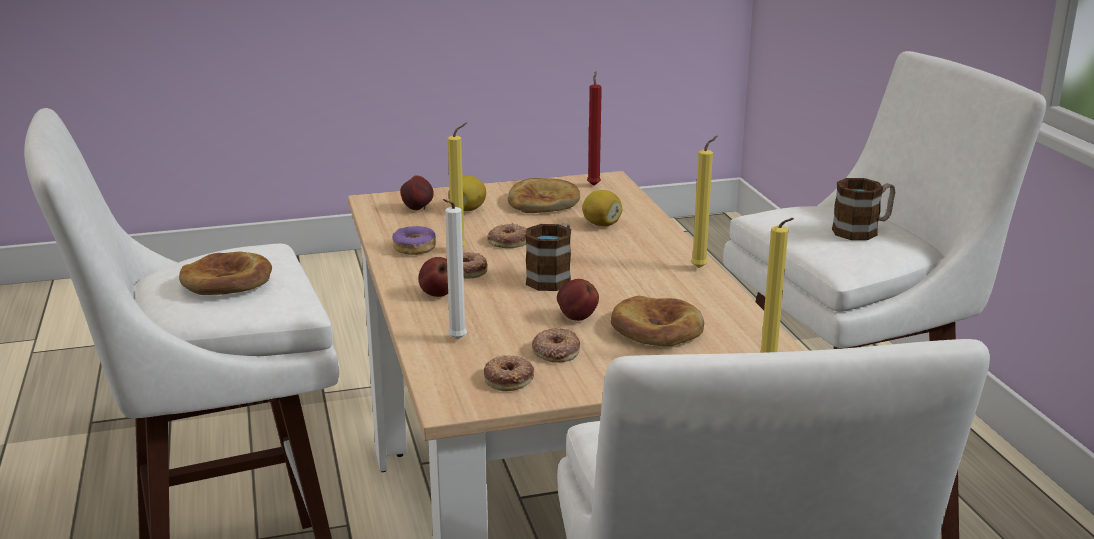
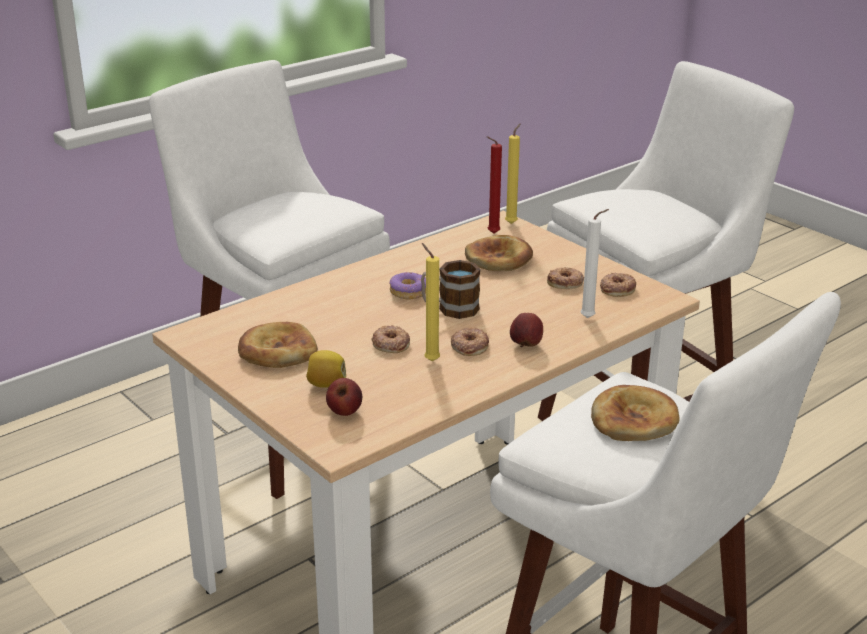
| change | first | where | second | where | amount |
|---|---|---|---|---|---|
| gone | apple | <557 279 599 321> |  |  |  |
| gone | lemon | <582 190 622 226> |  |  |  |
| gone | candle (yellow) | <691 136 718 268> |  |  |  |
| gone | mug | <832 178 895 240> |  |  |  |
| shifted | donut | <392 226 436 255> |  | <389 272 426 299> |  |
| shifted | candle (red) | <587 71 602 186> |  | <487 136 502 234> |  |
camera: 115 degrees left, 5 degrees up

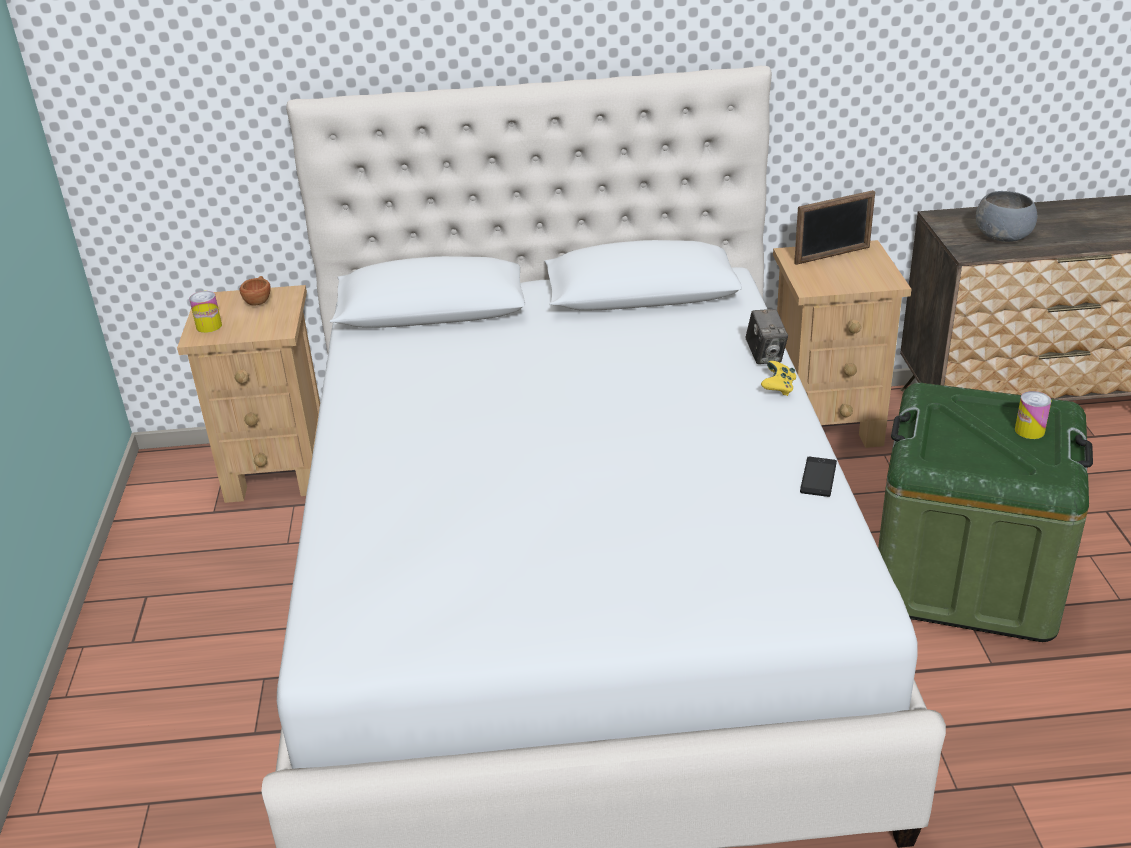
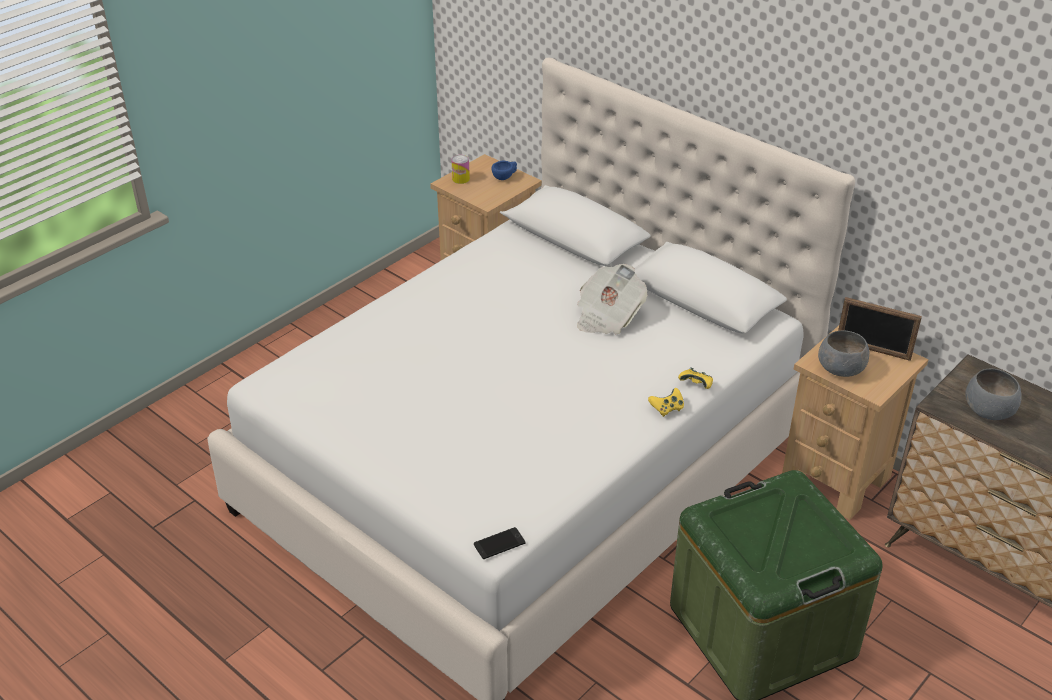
| change | first | where | second | where | amount |
|---|---|---|---|---|---|
| gone | can | <1015 391 1051 439> |  |  |  |
| new |  |  | newspaper | <577 264 647 335> |  |
| new |  |  | bowl (grey) | <818 330 869 377> |  |
| shifted | phone | <800 457 837 497> |  | <474 527 526 559> |  |
| swapped | photo camera | <745 309 788 364> | game controller (yellow) | <678 367 713 389> |  |
| repainted | cup (brown) | <240 276 270 306> | cup (blue) | <492 161 517 180> |  |
camera: 45 degrees right, 5 degrees up

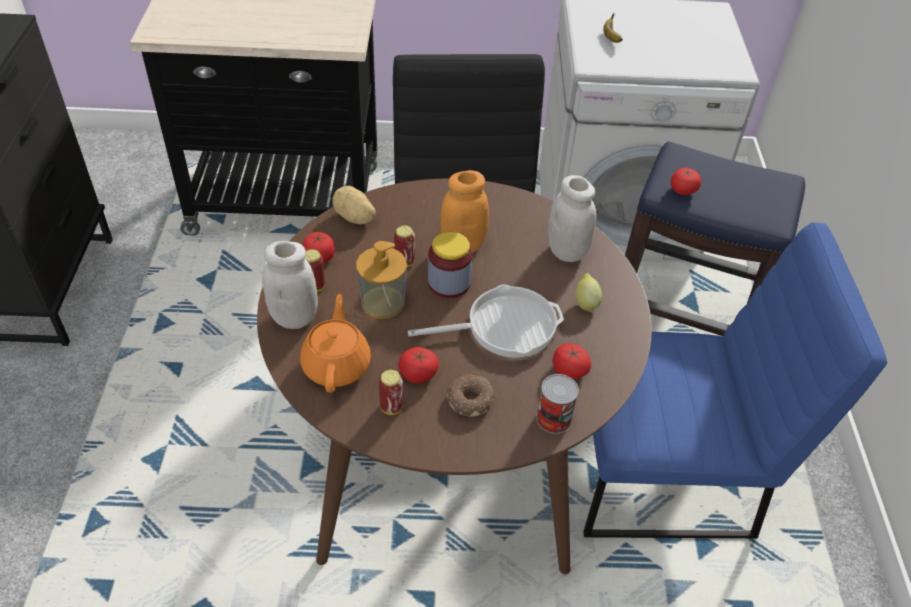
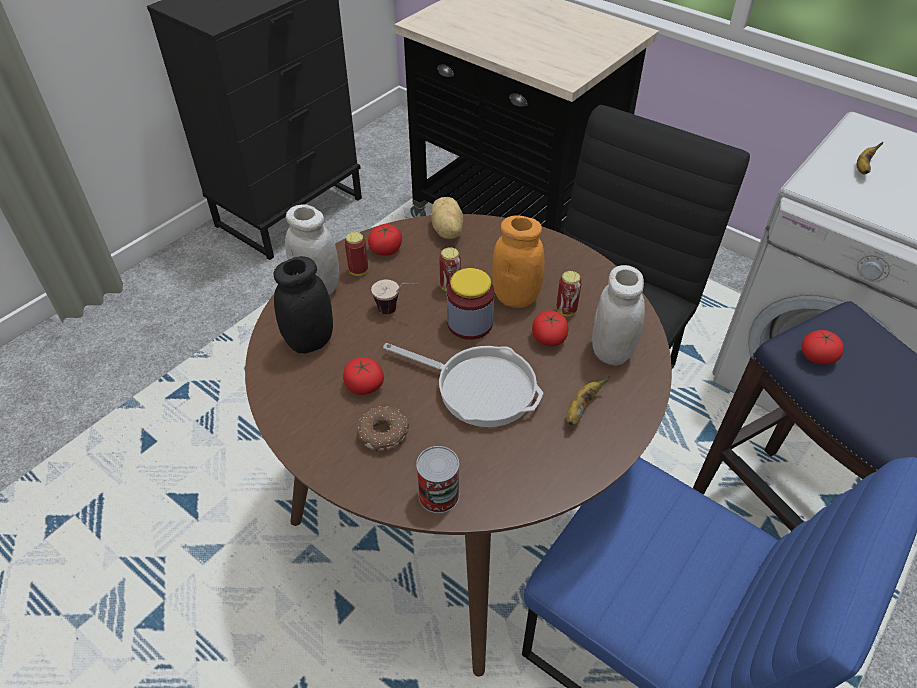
| change | first | where | second | where | amount |
|---|---|---|---|---|---|
| shifted | can | <379 370 403 415> |  | <556 271 582 316> |  |
| shifted | tomato | <553 343 591 379> |  | <532 310 568 346> |  |
| swapped | teapot (orange) | <300 294 371 393> | jar (black) | <273 256 333 353> |  |
| swapped | soap dispenser | <356 241 407 319> | cup | <371 280 419 314> |  |
| swapped | lemon | <575 273 602 313> | banana | <567 376 610 425> |  |
camera: 40 degrees right, 0 degrees up

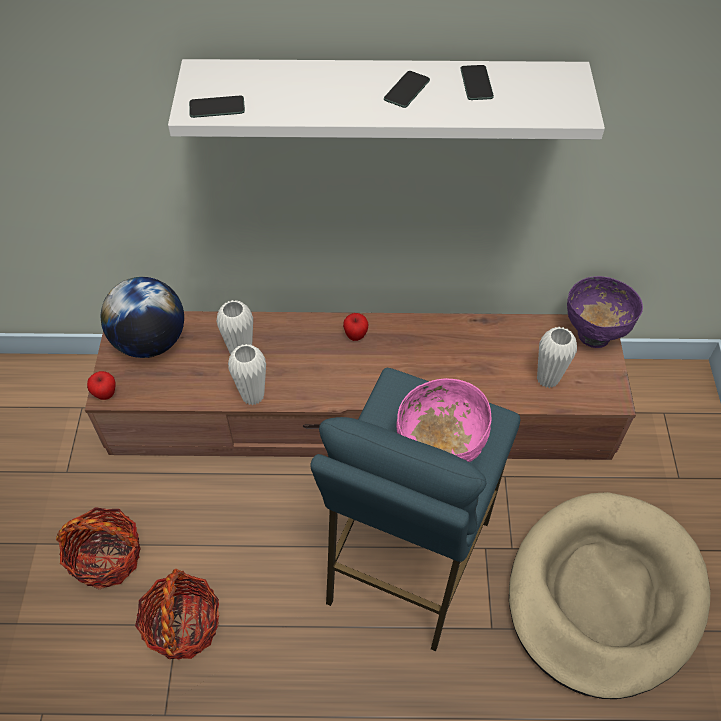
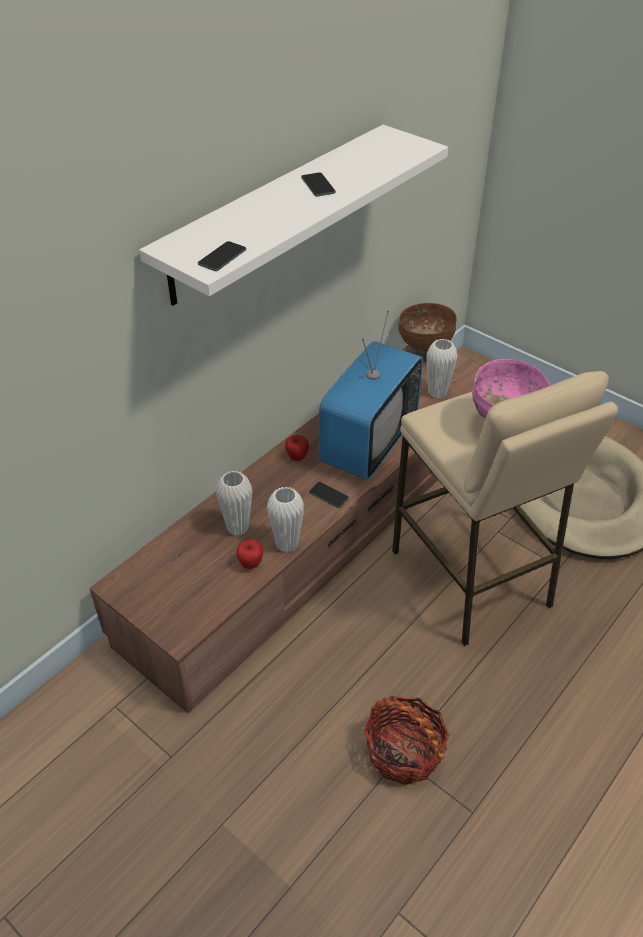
| change | first | where | second | where | amount |
|---|---|---|---|---|---|
| gone | basket | <56 507 141 589> |  |  |  |
| gone | globe | <101 277 184 358> |  |  |  |
| new |  |  | television | <319 311 423 480> |  |
| shifted | apple | <87 371 115 400> |  | <236 539 263 569> |  |
| shifted | phone | <460 65 494 100> |  | <309 482 349 508> |  |
| repainted | stool (blue) | <310 368 520 651> | stool (beige) | <392 371 618 647> |  |
| repainted | bowl (purple) | <567 276 643 348> | bowl (brown) | <398 303 457 361> |  |
camera: 50 degrees left, 10 degrees down

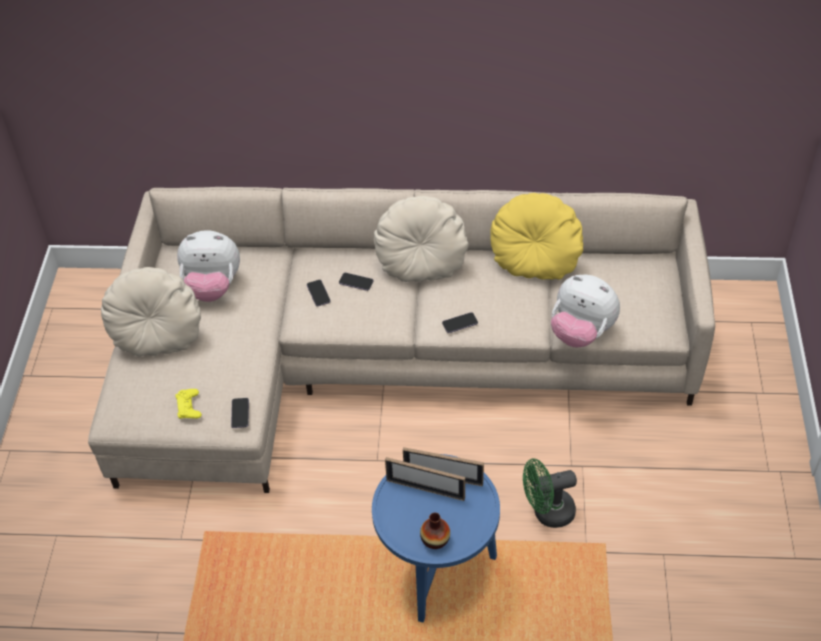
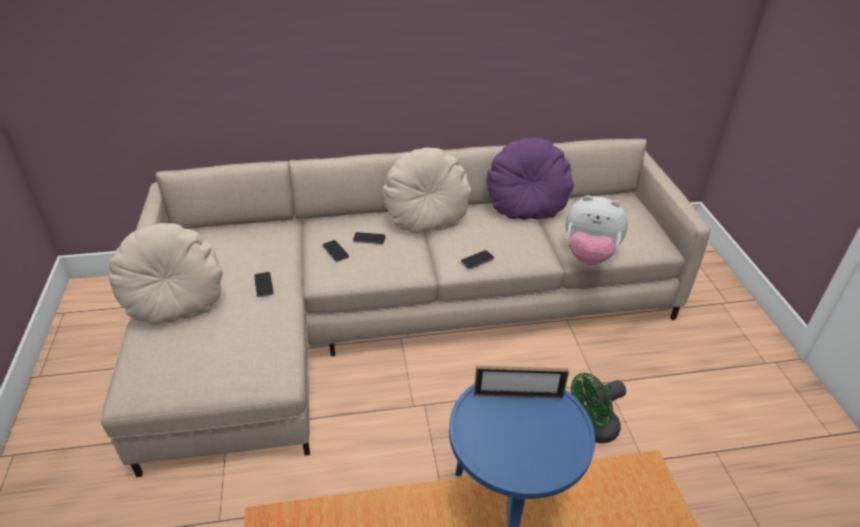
| change | first | where | second | where | amount |
|---|---|---|---|---|---|
| gone | game controller (yellow) | <175 389 202 419> |  |  |  |
| gone | plush toy | <177 230 240 302> |  |  |  |
| gone | picture frame | <385 457 465 501> |  |  |  |
| gone | vase | <420 513 450 549> |  |  |  |
| shifted | phone | <231 398 249 428> |  | <254 272 274 297> |  |
| repainted | pillow (yellow) | <490 193 583 280> | pillow (purple) | <487 138 574 220> |  |
camera: 15 degrees left, 10 degrees down

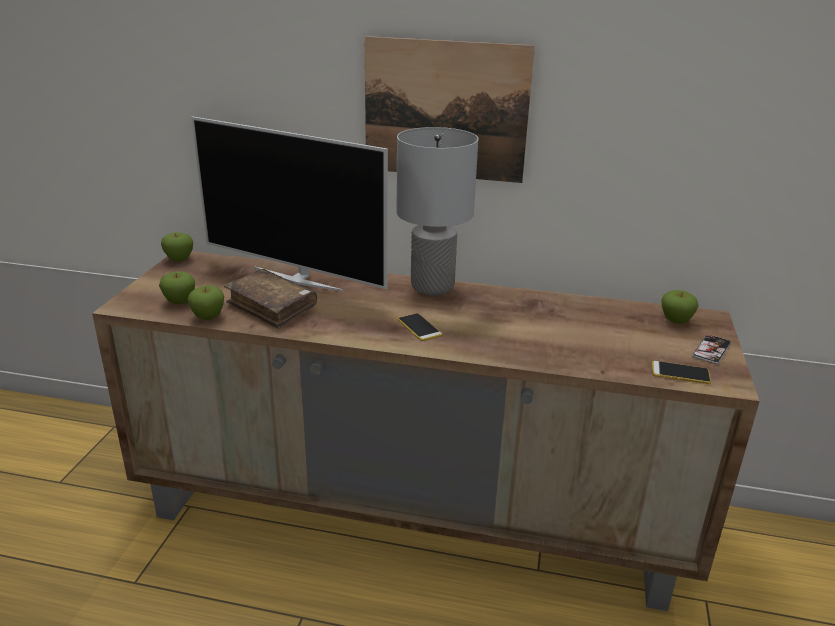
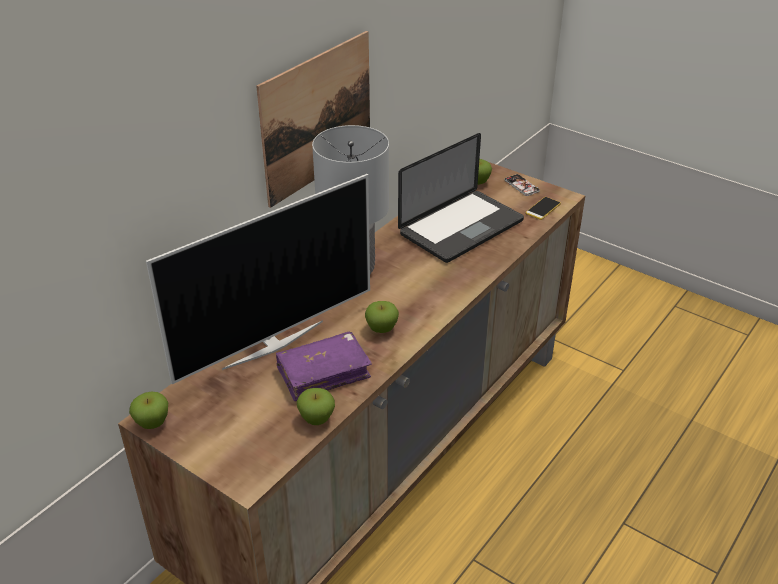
| change | first | where | second | where | amount |
|---|---|---|---|---|---|
| gone | phone | <398 313 442 341> |  |  |  |
| new |  |  | laptop | <398 133 524 263> |  |
| shifted | apple | <159 271 195 304> |  | <365 301 399 333> |  |
| repainted | book (brown) | <224 269 317 329> | book (purple) | <276 331 372 402> |  |
camera: 65 degrees left, 10 degrees up

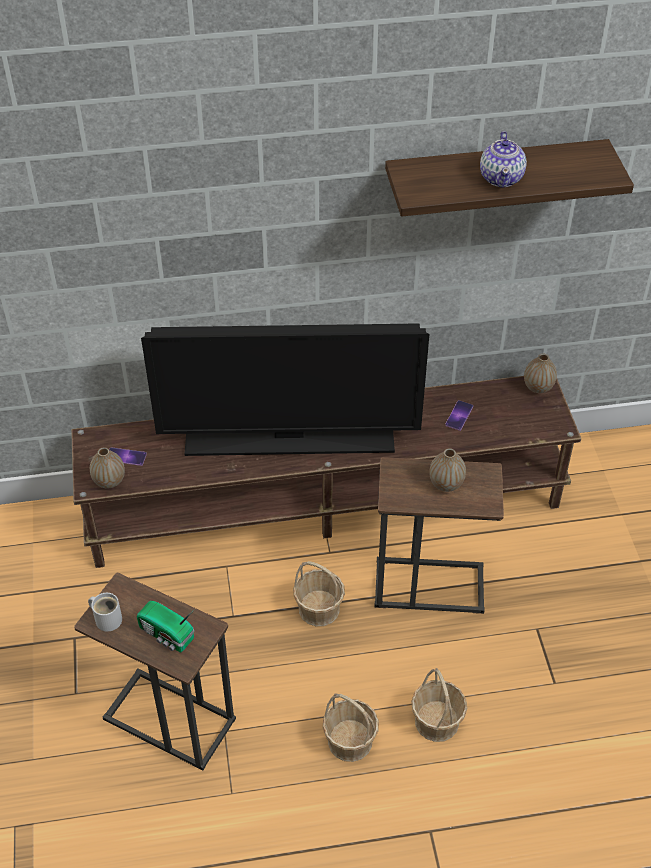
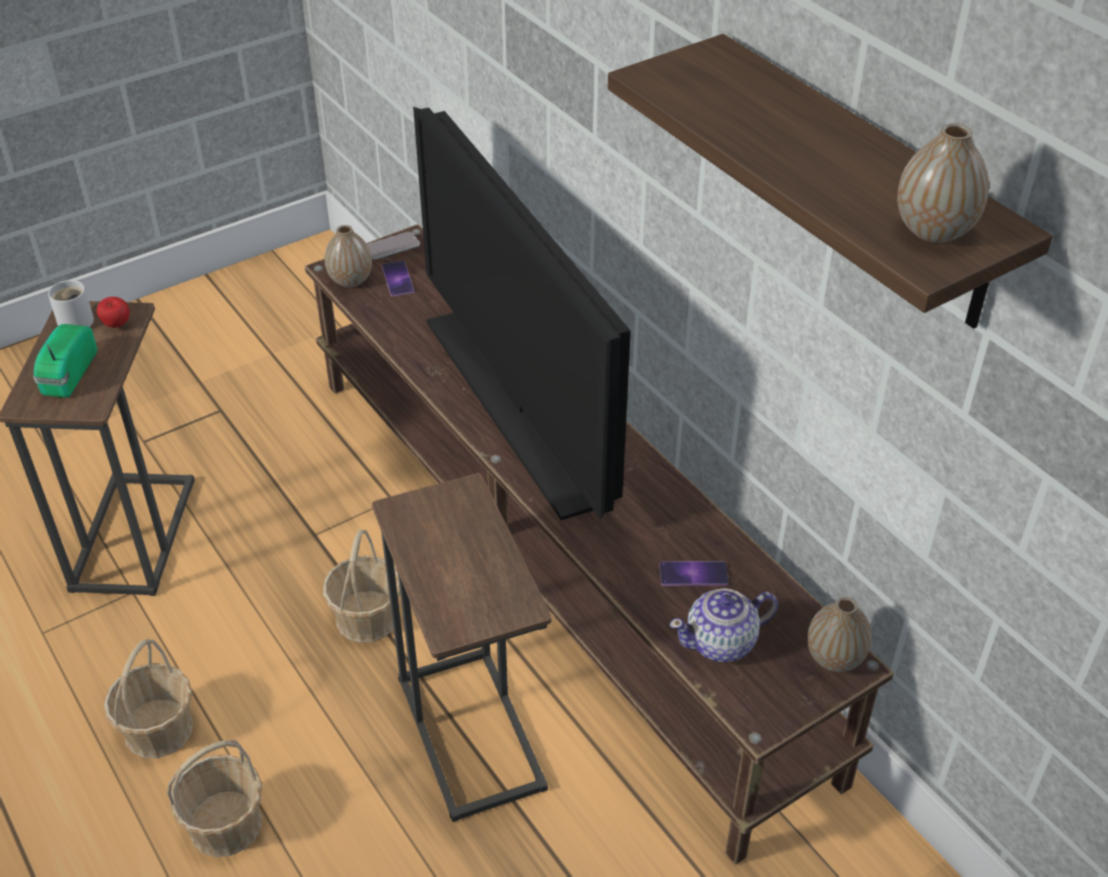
| change | first | where | second | where | amount |
|---|---|---|---|---|---|
| new |  |  | apple | <97 297 130 328> |  |
| new |  |  | phone | <367 232 420 259> |  |
| shifted | vase | <429 448 466 492> |  | <897 123 989 243> |  |
| shifted | teapot | <480 131 527 188> |  | <669 588 778 662> |  |
camera: 65 degrees right, 5 degrees down

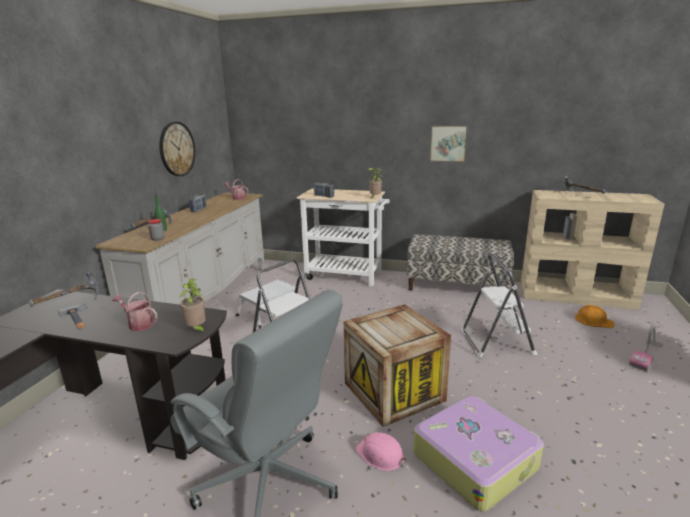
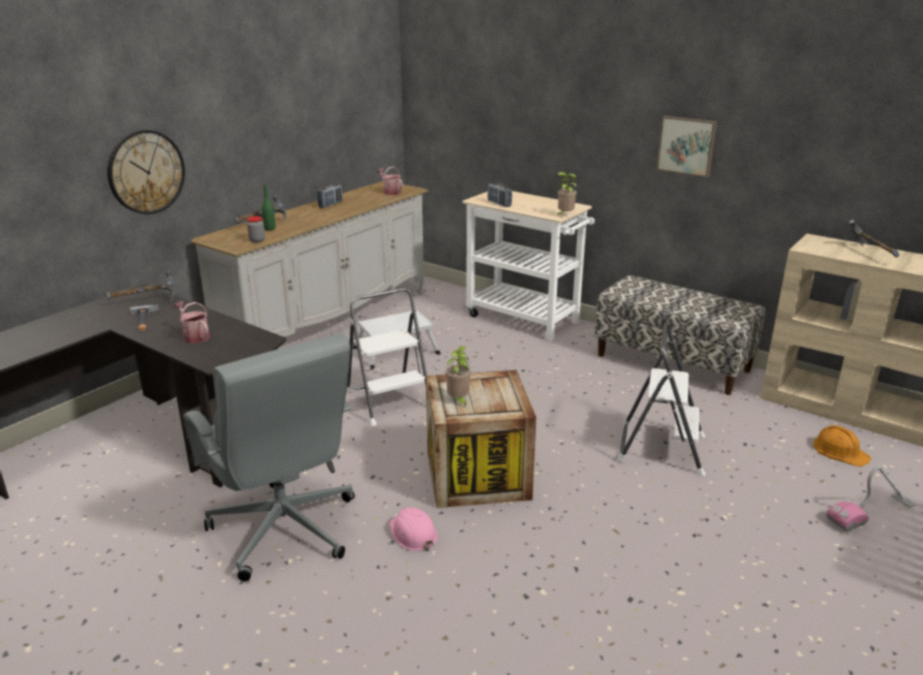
| change | first | where | second | where | amount |
|---|---|---|---|---|---|
| gone | suitcase | <413 396 544 512> |  |  |  |
| shifted | wall clock | <159 122 196 176> |  | <107 130 185 214> |  |
| shifted | potted plant | <180 279 206 335> |  | <445 346 471 406> |  |
camera: 20 degrees right, 5 degrees up

